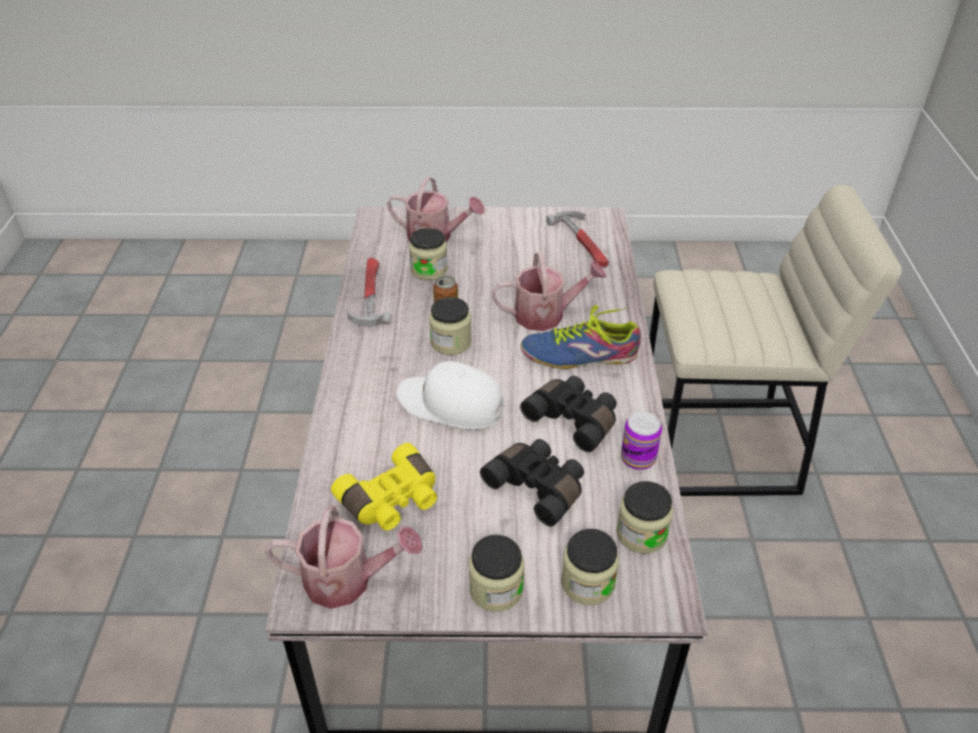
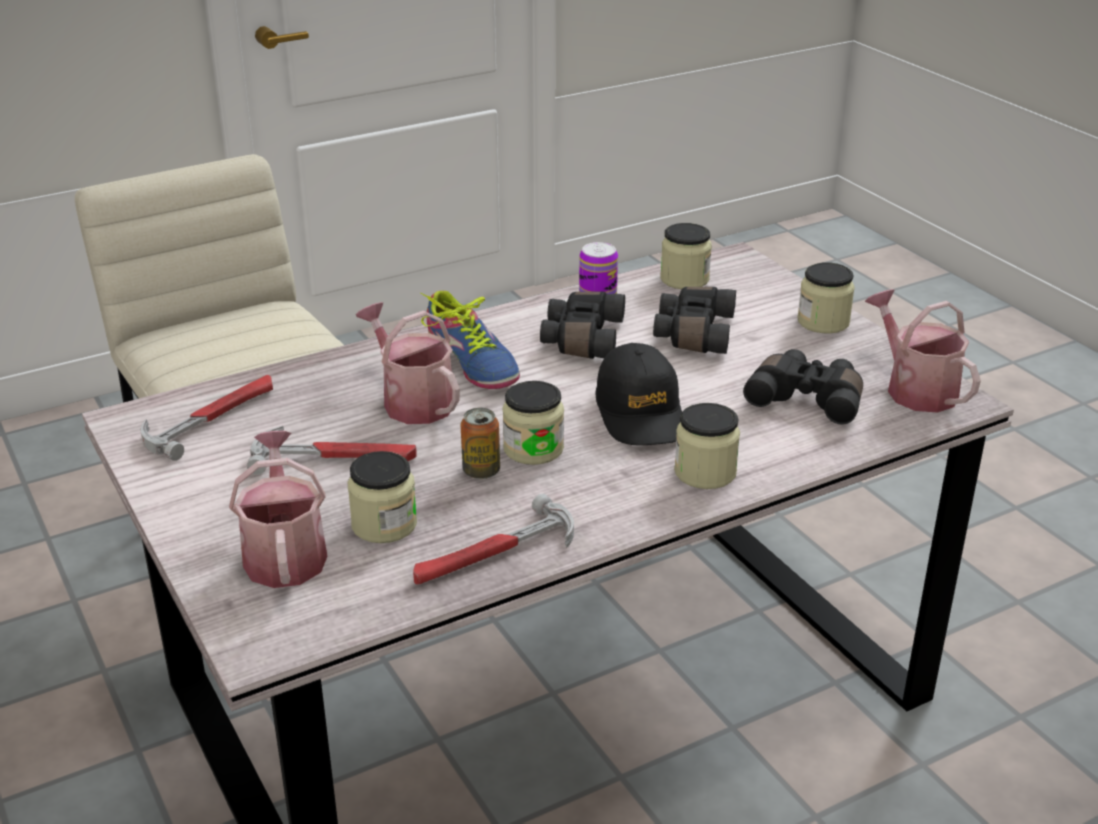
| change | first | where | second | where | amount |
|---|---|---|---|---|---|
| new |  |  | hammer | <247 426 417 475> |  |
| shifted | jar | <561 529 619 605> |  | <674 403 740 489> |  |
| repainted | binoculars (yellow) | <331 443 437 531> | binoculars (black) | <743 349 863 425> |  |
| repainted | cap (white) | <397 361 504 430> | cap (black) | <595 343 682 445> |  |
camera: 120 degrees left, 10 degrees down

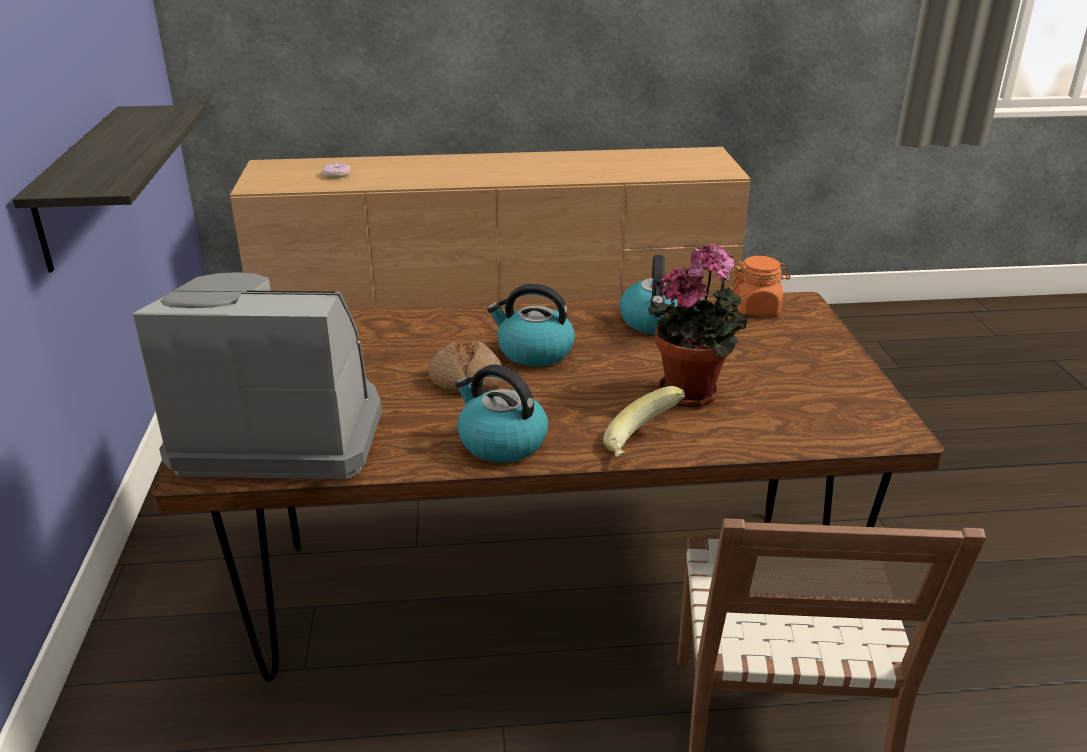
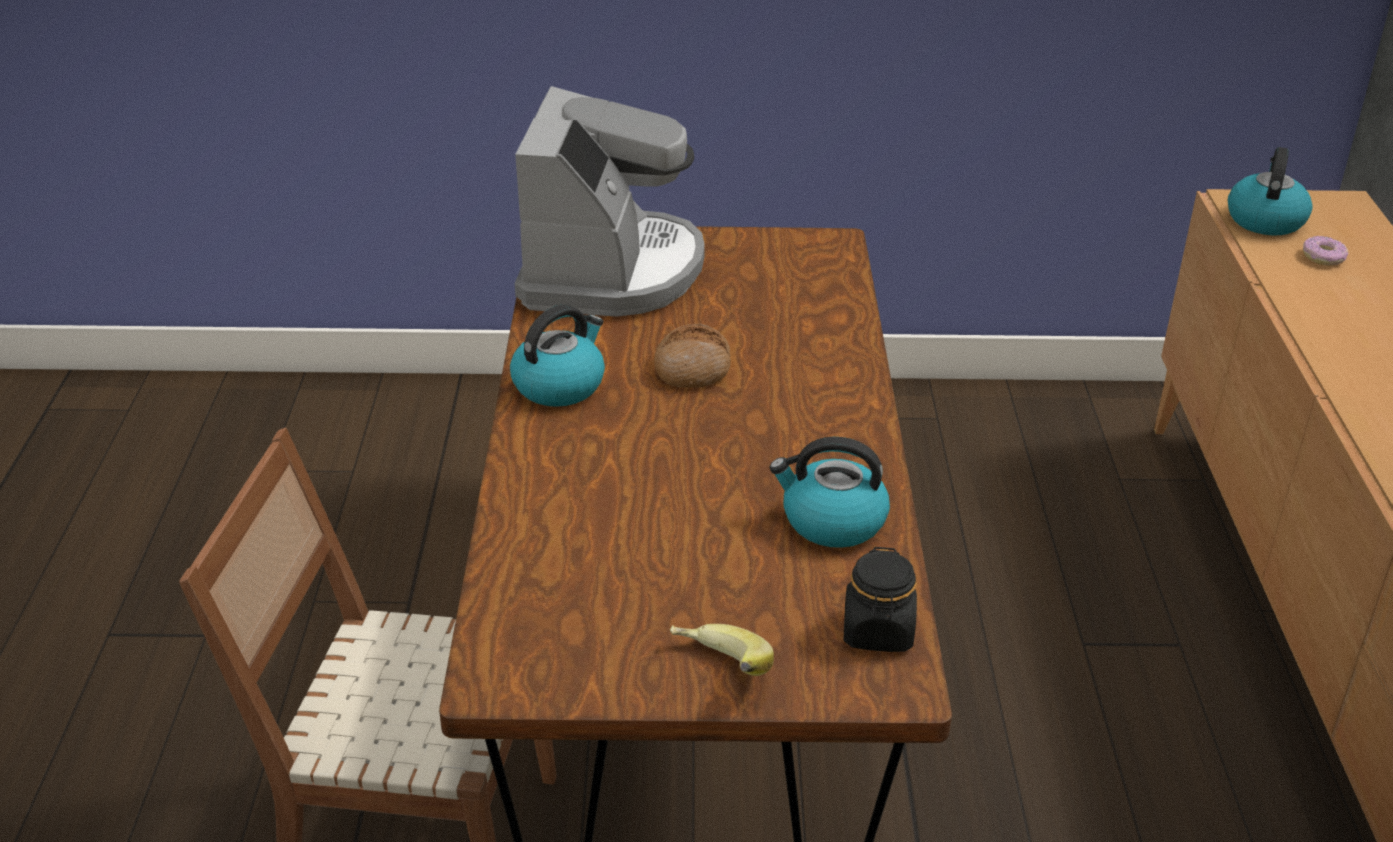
| change | first | where | second | where | amount |
|---|---|---|---|---|---|
| gone | shelf | <12 105 206 273> |  |  |  |
| gone | potted plant | <648 243 747 407> |  |  |  |
| shifted | kettle | <487 284 575 367> |  | <1228 147 1313 235> |  |
| shifted | banana | <603 386 685 457> |  | <670 624 774 676> |  |
| repainted | jar (orange) | <731 256 790 316> | jar (black) | <843 547 917 652> |  |
camera: 95 degrees right, 5 degrees up

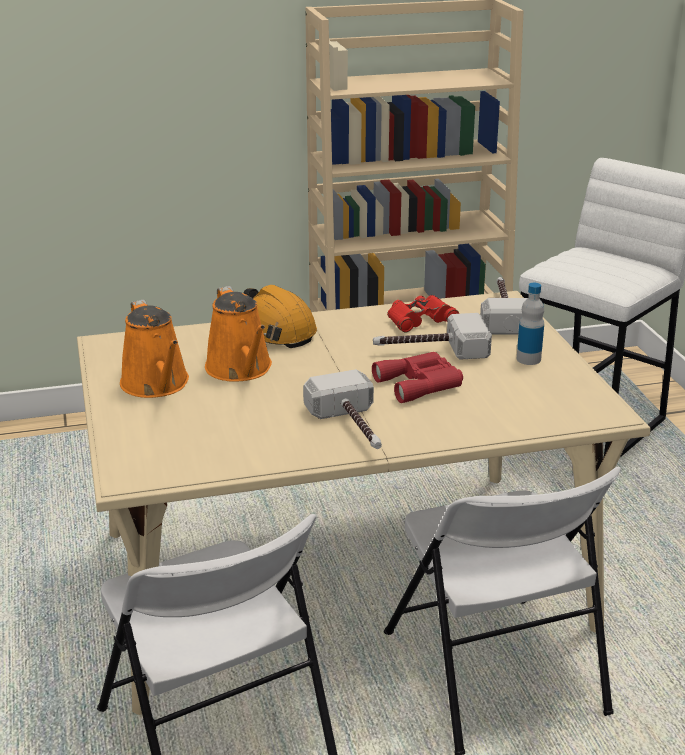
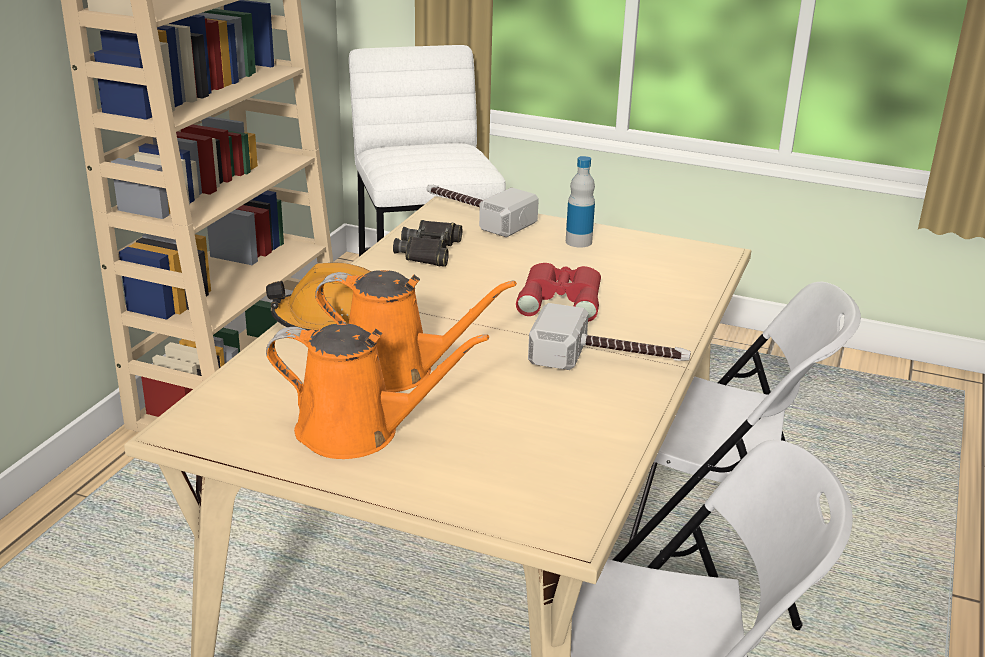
| change | first | where | second | where | amount |
|---|---|---|---|---|---|
| gone | hammer | <373 313 492 360> |  |  |  |
| repainted | binoculars (red) | <387 295 459 333> | binoculars (black) | <393 220 462 267> |  |
camera: 55 degrees left, 0 degrees up

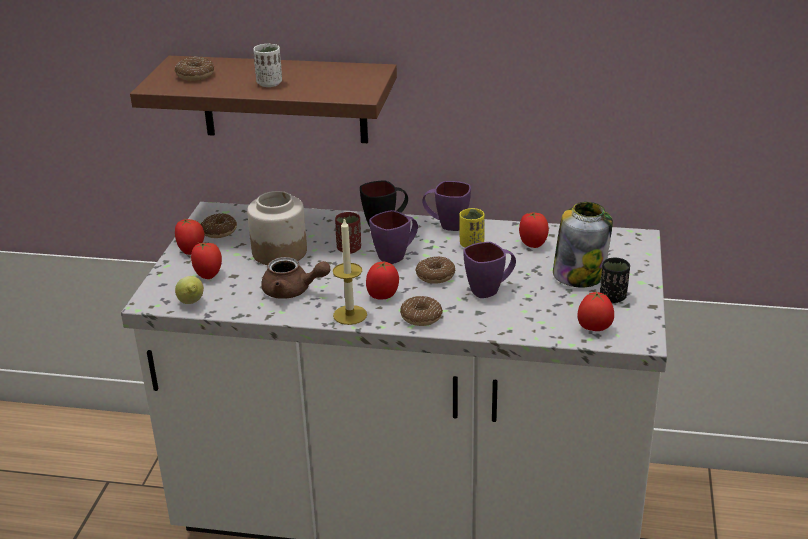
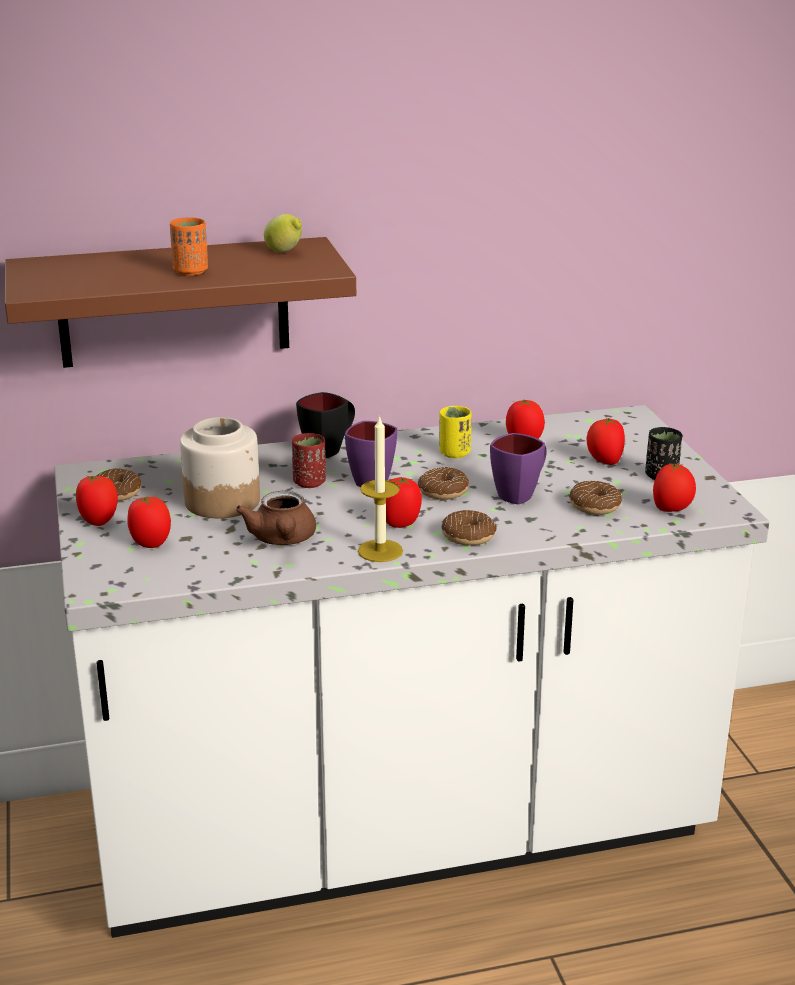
| change | first | where | second | where | amount |
|---|---|---|---|---|---|
| gone | mug (purple) | <422 181 471 231> |  |  |  |
| shifted | donut | <175 57 214 81> |  | <569 481 622 515> |  |
| shifted | lemon | <175 276 204 304> |  | <264 214 302 253> |  |
| swapped | jar | <553 202 613 288> | tomato | <587 417 625 465> |  |
| repainted | cup (white) | <253 44 282 87> | cup (orange) | <170 217 208 275> |  |
| rotated | teapot (brown) | <261 257 330 299> |  | <236 491 316 545> | 90 degrees clockwise |
camera: 25 degrees left, 5 degrees down

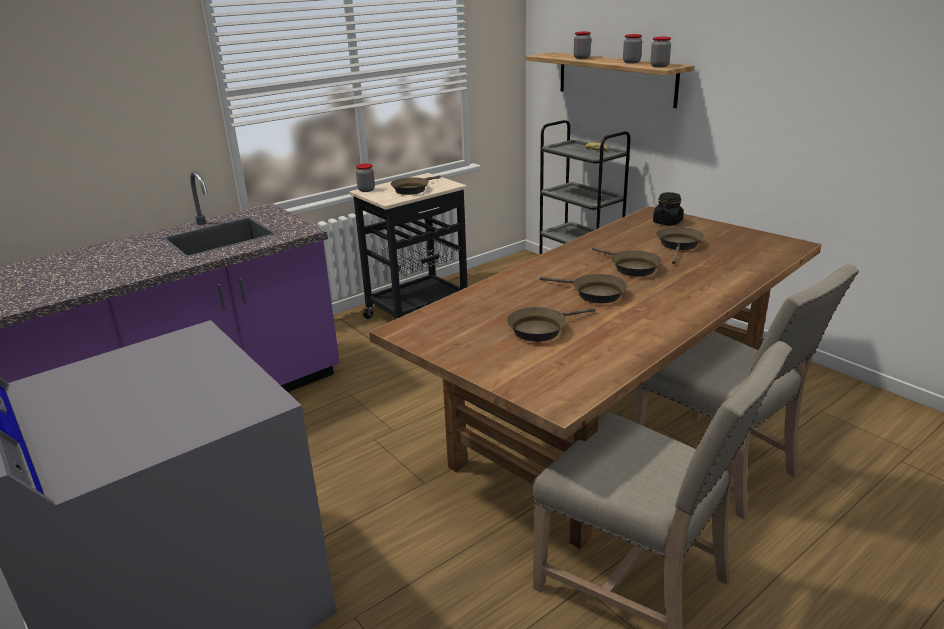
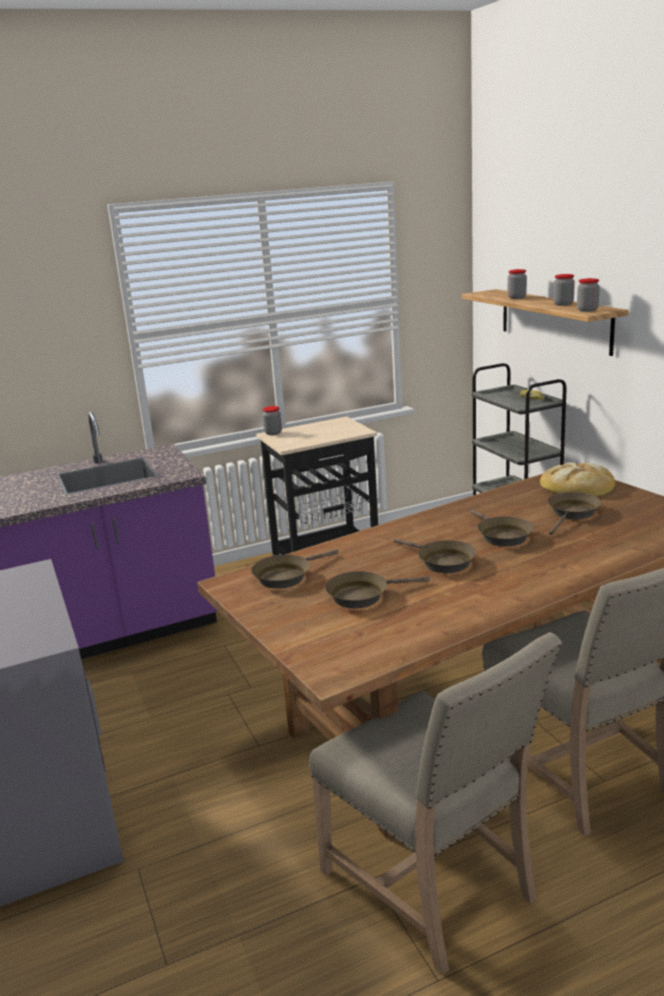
| change | first | where | second | where | amount |
|---|---|---|---|---|---|
| shifted | frying pan (brown) | <391 175 441 195> |  | <251 550 339 589> |  |
| swapped | jar (black) | <653 192 683 226> | bread | <540 462 615 497> |  |
camera: 15 degrees right, 5 degrees down

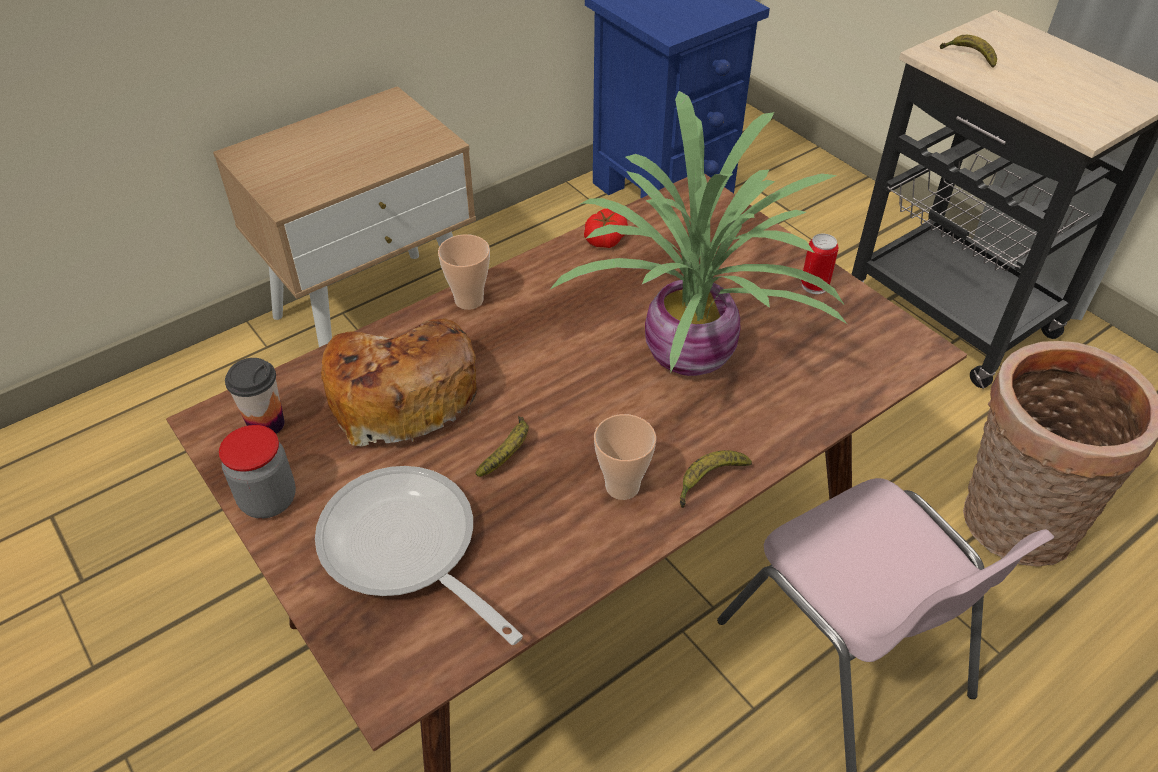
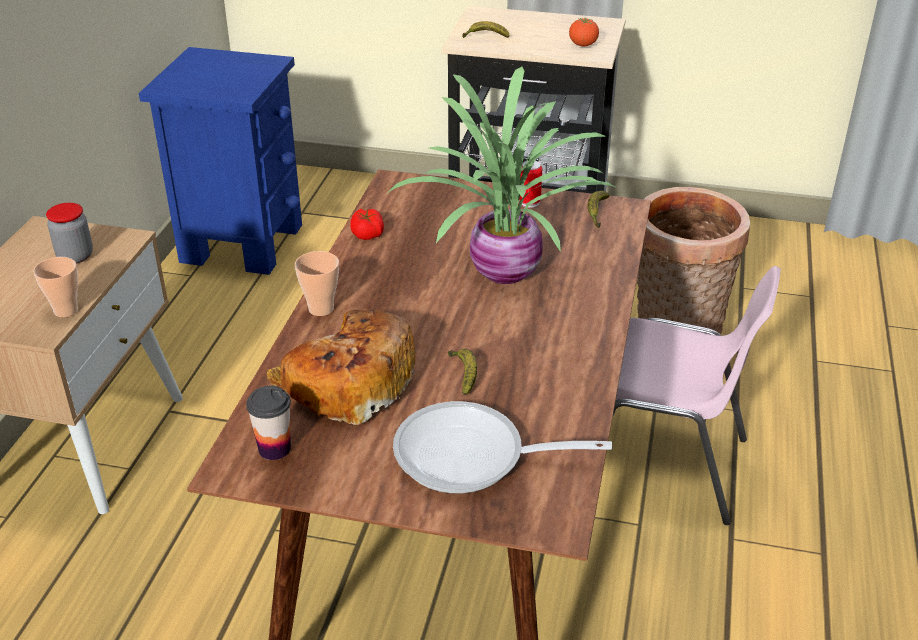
| change | first | where | second | where | amount |
|---|---|---|---|---|---|
| new |  |  | tomato | <569 18 599 46> |  |
| shifted | jar | <219 425 296 519> |  | <46 203 93 263> |  |
| shifted | cup | <594 414 656 500> |  | <33 257 78 317> |  |
| shifted | banana | <680 450 752 508> |  | <588 191 610 228> |  |
camera: 40 degrees left, 10 degrees down

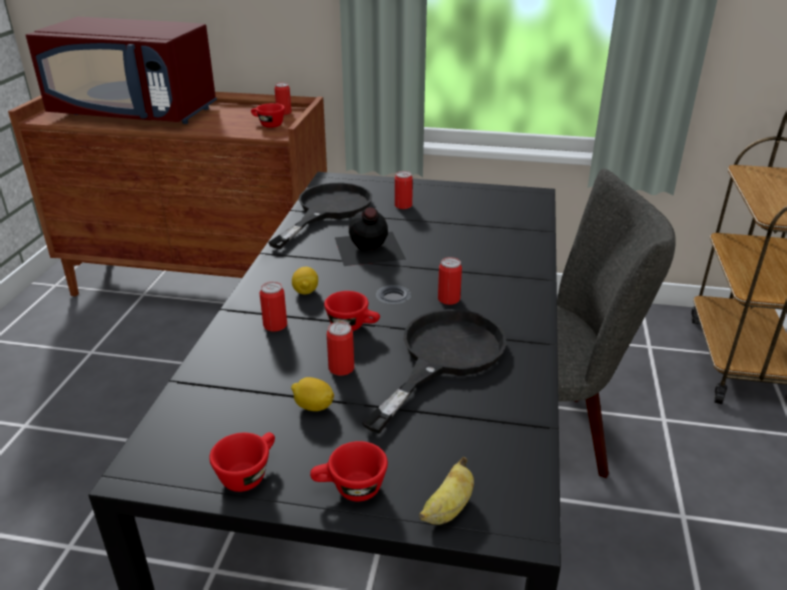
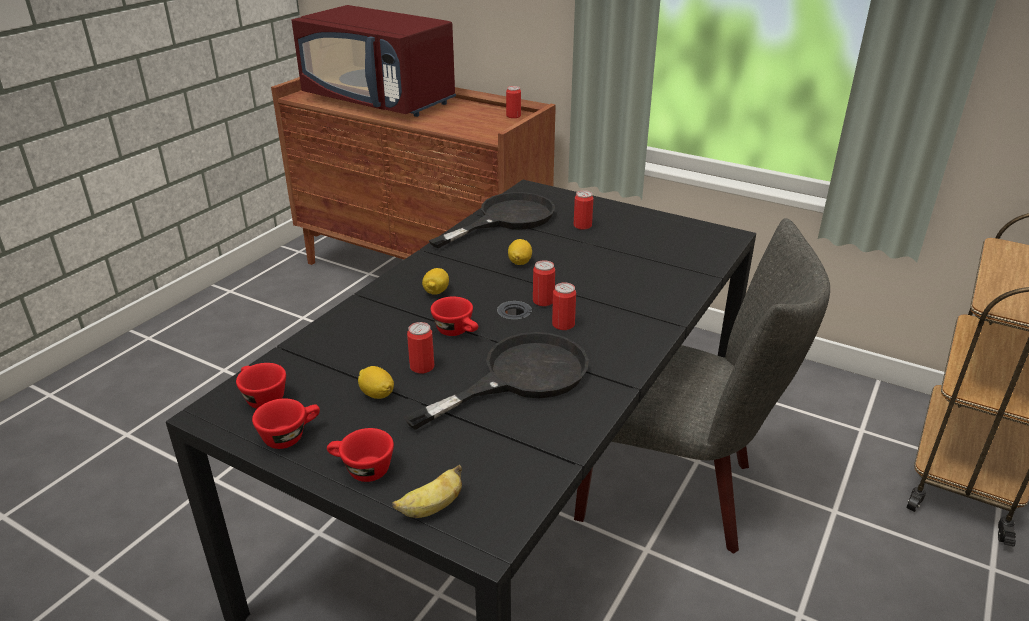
| change | first | where | second | where | amount |
|---|---|---|---|---|---|
| shifted | cup (red) | <251 103 285 128> |  | <236 363 286 409> |  |
| shifted | can | <260 282 287 332> |  | <533 260 555 306> |  |
| swapped | bottle (black) | <335 207 406 266> | lemon | <508 239 532 265> |  |
camera: 20 degrees right, 0 degrees up

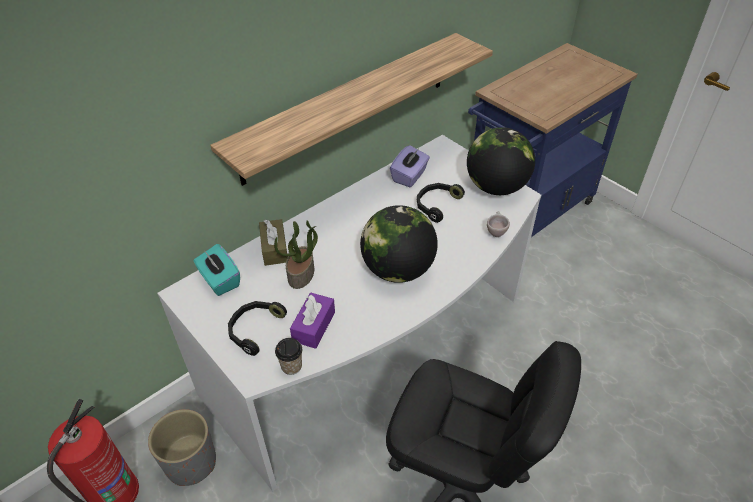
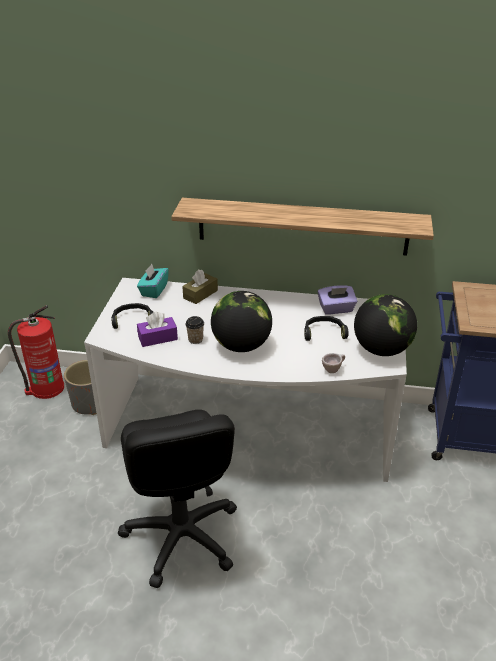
| change | first | where | second | where | amount |
|---|---|---|---|---|---|
| gone | potted plant | <274 220 318 289> |  |  |  |
| shifted | cup | <275 338 302 375> |  | <185 316 204 344> |  |
camera: 50 degrees right, 10 degrees down

